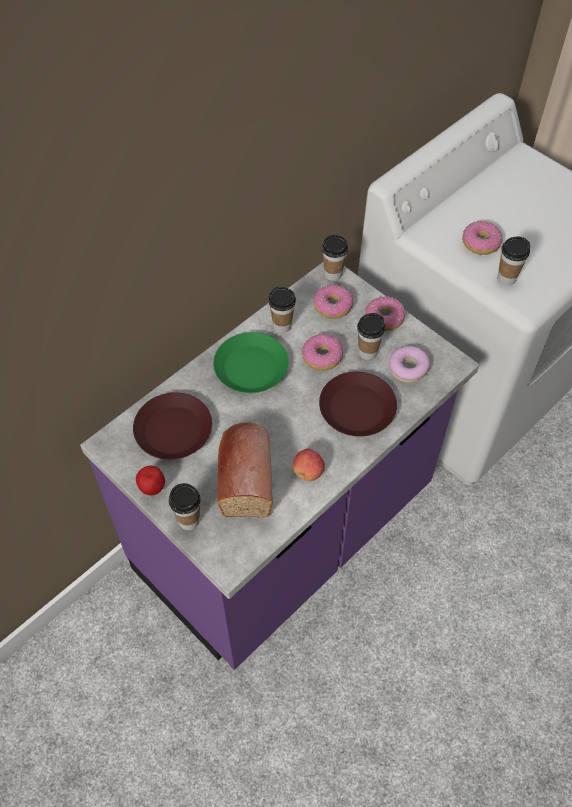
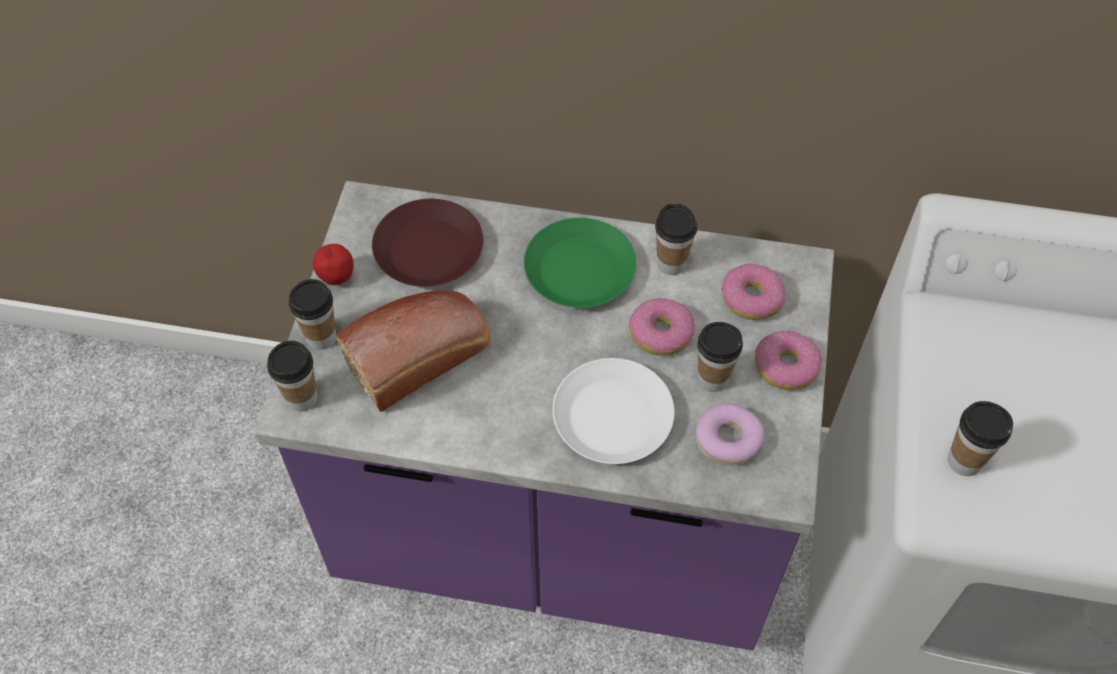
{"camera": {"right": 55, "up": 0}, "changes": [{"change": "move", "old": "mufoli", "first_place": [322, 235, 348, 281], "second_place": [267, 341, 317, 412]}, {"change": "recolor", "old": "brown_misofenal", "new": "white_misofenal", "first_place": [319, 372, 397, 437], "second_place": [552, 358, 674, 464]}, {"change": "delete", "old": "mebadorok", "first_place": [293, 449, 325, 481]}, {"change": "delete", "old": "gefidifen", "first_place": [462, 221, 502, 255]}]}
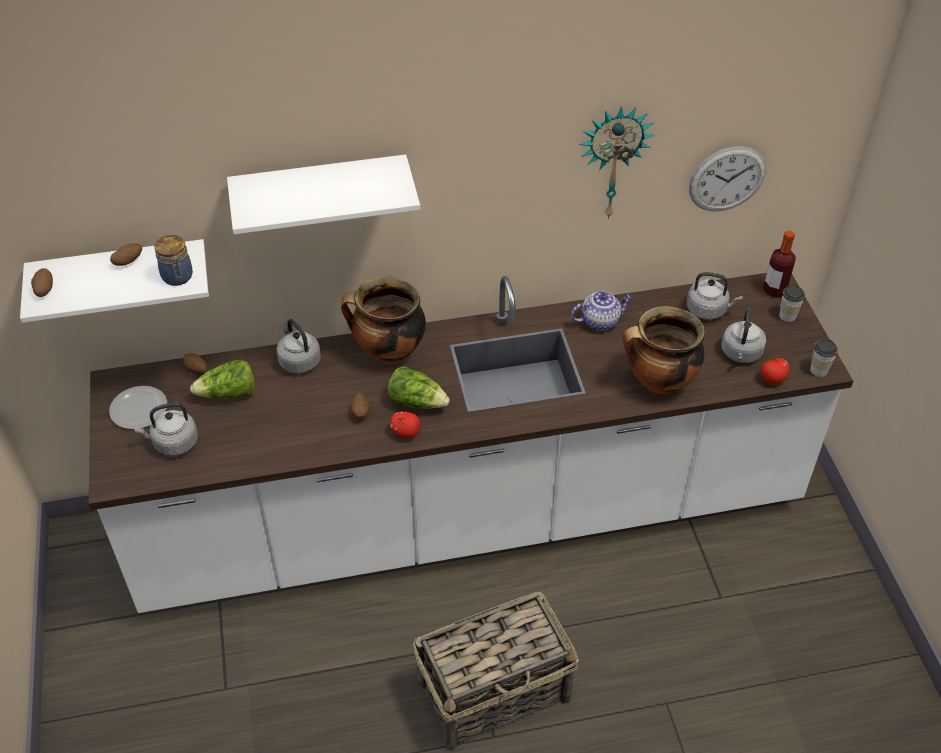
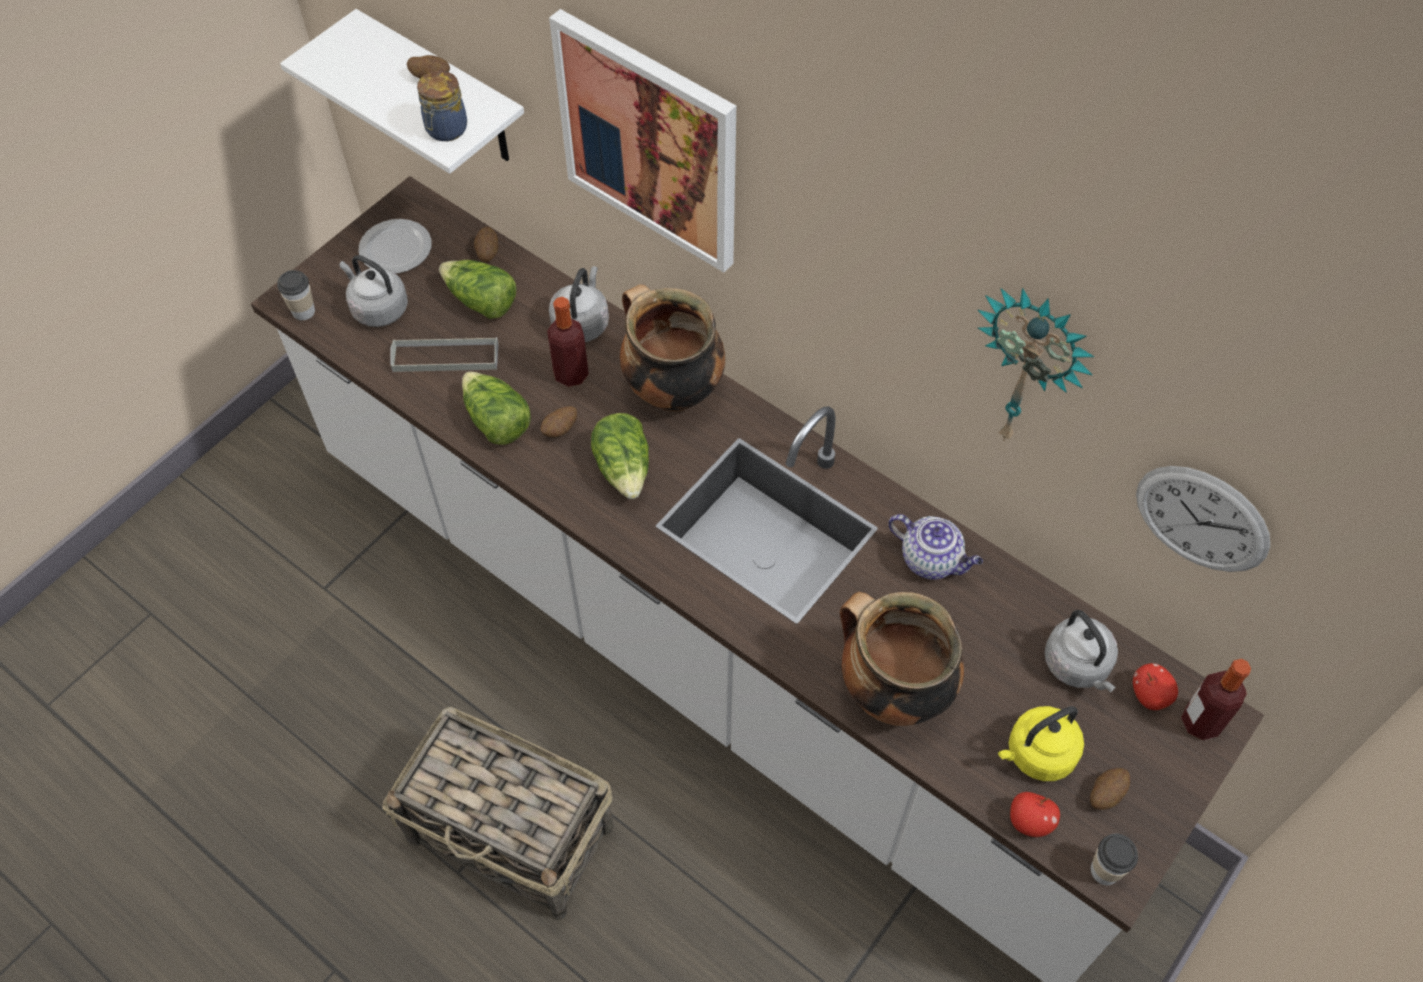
{"camera": {"right": 50, "up": 10}, "changes": [{"change": "move", "old": "mufoli", "first_place": [779, 285, 805, 322], "second_place": [277, 270, 315, 320]}, {"change": "insert", "new": "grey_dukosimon", "second_place": [390, 337, 499, 372]}, {"change": "insert", "new": "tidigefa", "second_place": [462, 372, 531, 445]}, {"change": "insert", "new": "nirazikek", "second_place": [547, 297, 589, 387]}, {"change": "replace", "old": "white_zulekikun", "new": "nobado", "first_place": [227, 154, 420, 234], "second_place": [549, 9, 736, 273]}, {"change": "recolor", "old": "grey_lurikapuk", "new": "yellow_lurikapuk", "first_place": [721, 308, 766, 363], "second_place": [998, 706, 1084, 781]}, {"change": "move", "old": "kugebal", "first_place": [31, 268, 53, 297], "second_place": [1090, 768, 1130, 810]}, {"change": "move", "old": "mebadorok", "first_place": [390, 411, 420, 439], "second_place": [1133, 663, 1178, 710]}]}
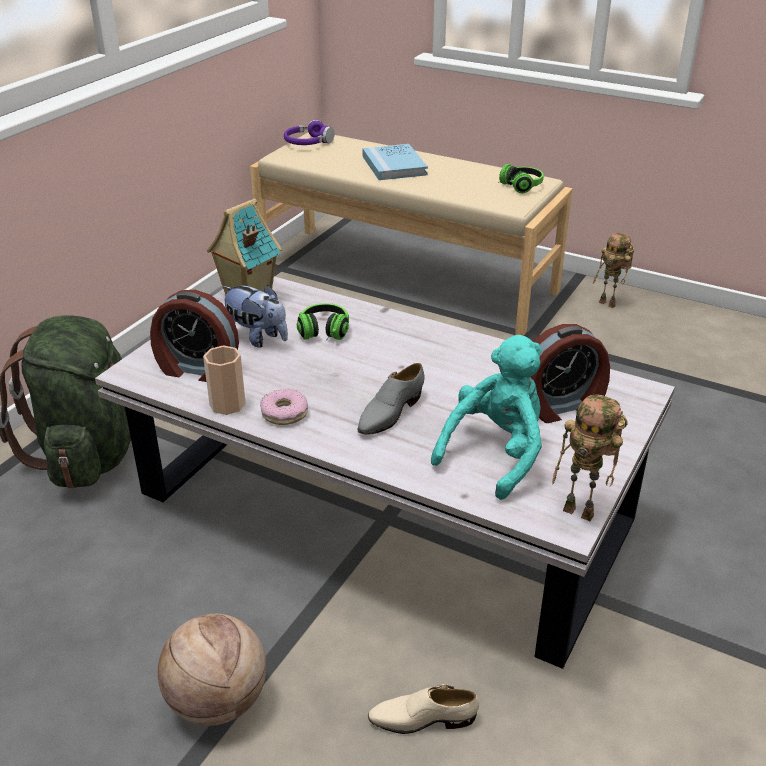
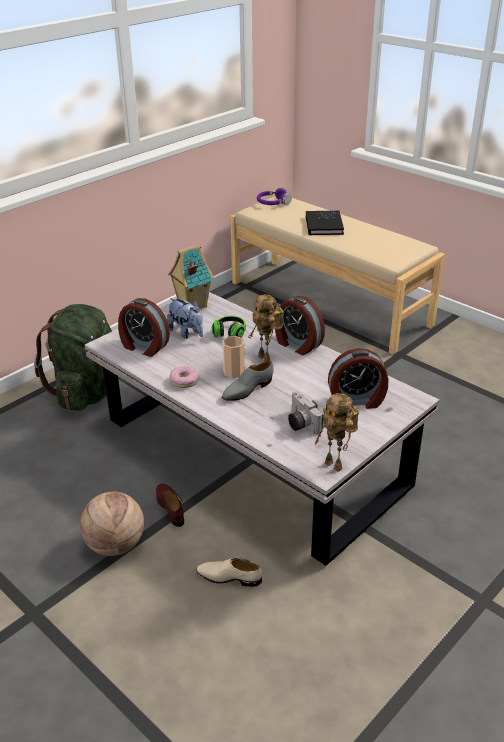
{"camera": {"right": 15, "up": 0}, "changes": [{"change": "insert", "new": "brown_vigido", "second_place": [156, 483, 184, 527]}, {"change": "move", "old": "mufoli", "first_place": [203, 346, 246, 415], "second_place": [222, 336, 245, 378]}, {"change": "move", "old": "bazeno", "first_place": [593, 233, 634, 308], "second_place": [249, 295, 283, 362]}, {"change": "insert", "new": "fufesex", "second_place": [275, 296, 325, 355]}, {"change": "replace", "old": "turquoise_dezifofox", "new": "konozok", "first_place": [431, 335, 542, 500], "second_place": [288, 391, 323, 434]}, {"change": "recolor", "old": "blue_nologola", "new": "black_nologola", "first_place": [362, 144, 428, 180], "second_place": [306, 211, 344, 235]}, {"change": "delete", "old": "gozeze", "first_place": [499, 164, 544, 193]}]}
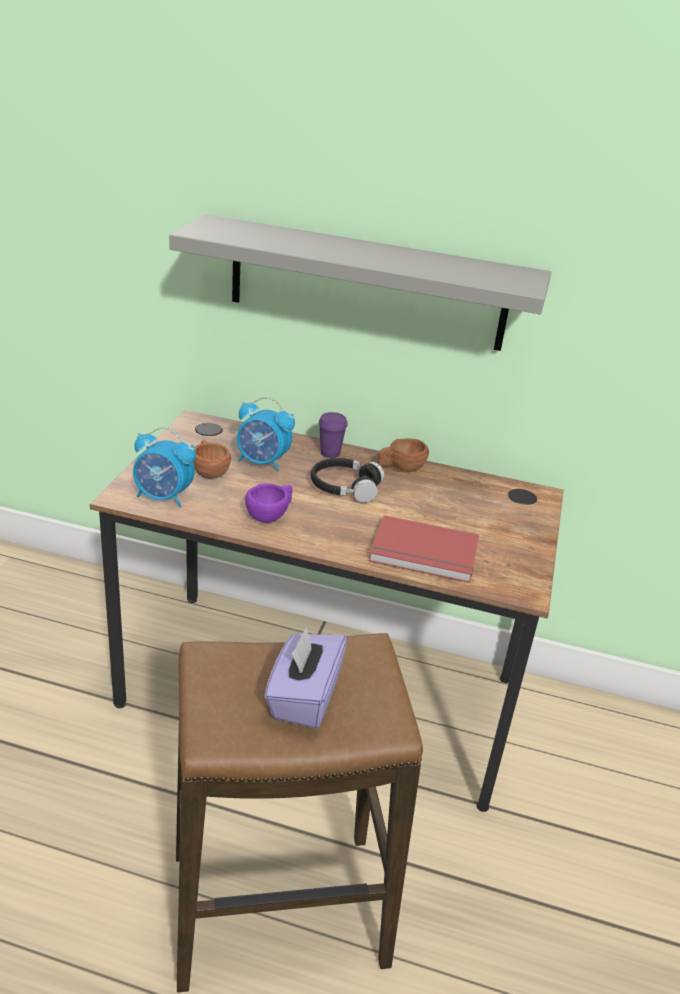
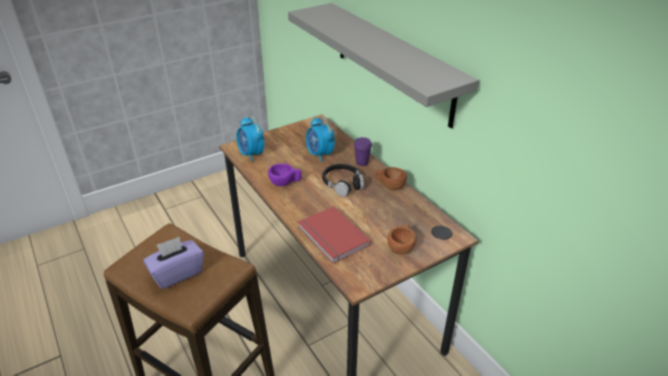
{"camera": {"right": 45, "up": 5}, "changes": [{"change": "move", "old": "brown_mufoli", "first_place": [194, 440, 231, 479], "second_place": [387, 223, 416, 255]}]}
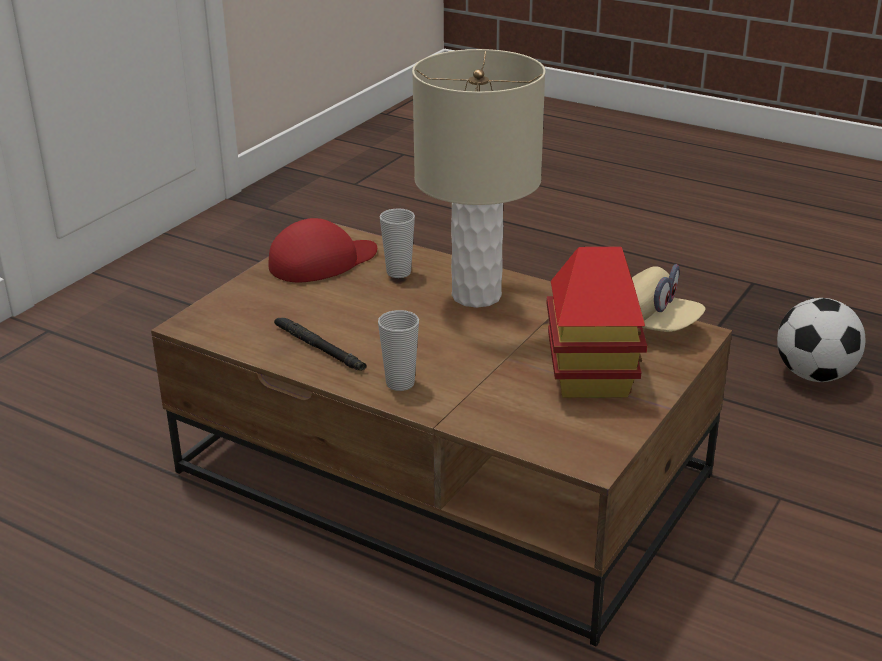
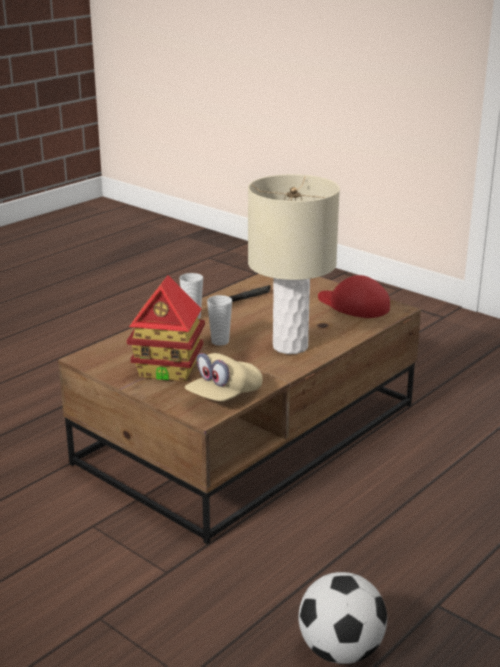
{"camera": {"right": 100, "up": -5}, "changes": [{"change": "move", "old": "mufoli", "first_place": [380, 208, 415, 278], "second_place": [207, 295, 232, 346]}, {"change": "rotate", "old": "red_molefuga", "first_place": [268, 218, 377, 282], "second_place": [318, 275, 390, 318], "degrees": 150}]}
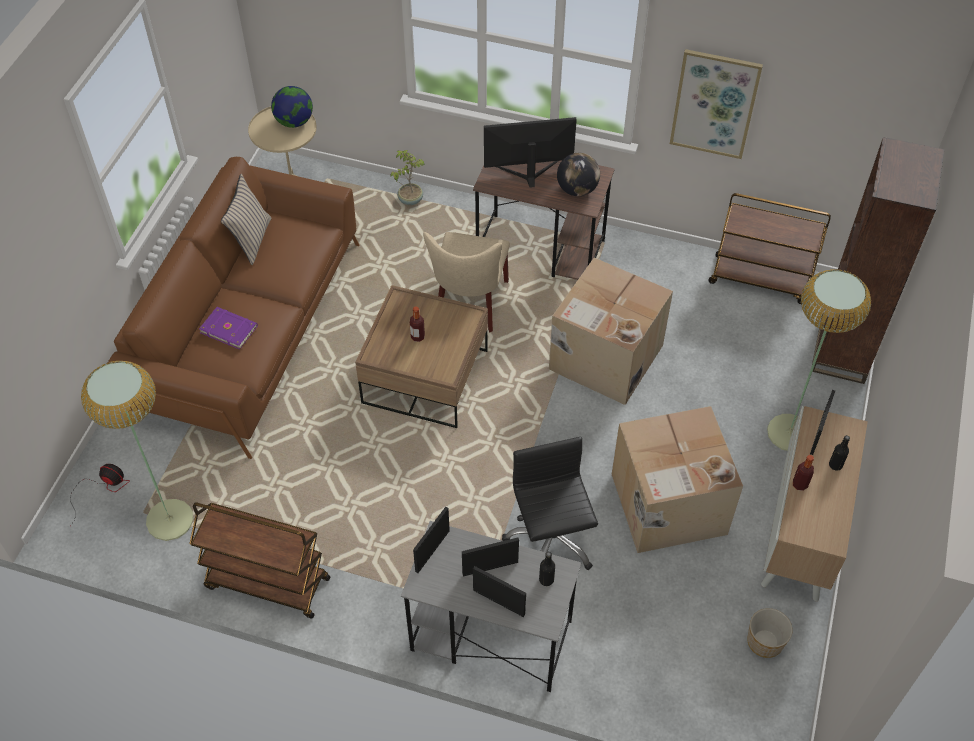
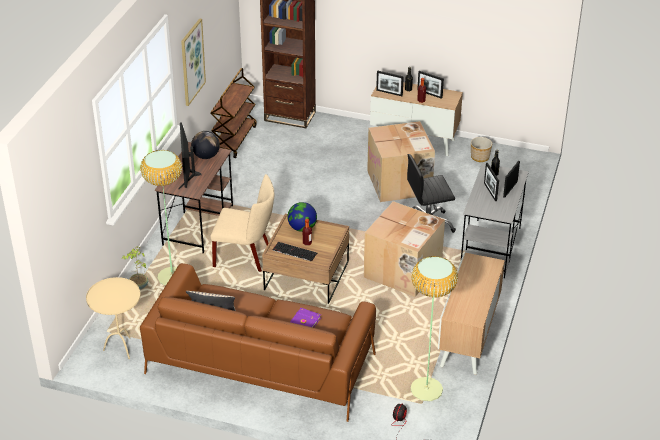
{"camera": {"right": -90, "up": -15}, "changes": [{"change": "move", "old": "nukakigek", "first_place": [767, 269, 871, 451], "second_place": [140, 150, 182, 286]}, {"change": "insert", "new": "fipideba", "second_place": [272, 242, 317, 262]}, {"change": "move", "old": "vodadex", "first_place": [271, 86, 313, 128], "second_place": [287, 202, 317, 232]}, {"change": "move", "old": "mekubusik", "first_place": [549, 258, 673, 405], "second_place": [364, 201, 445, 297]}, {"change": "move", "old": "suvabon", "first_place": [413, 507, 450, 573], "second_place": [417, 71, 444, 99]}, {"change": "replace", "old": "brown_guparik", "new": "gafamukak", "first_place": [189, 502, 331, 619], "second_place": [438, 253, 505, 375]}]}
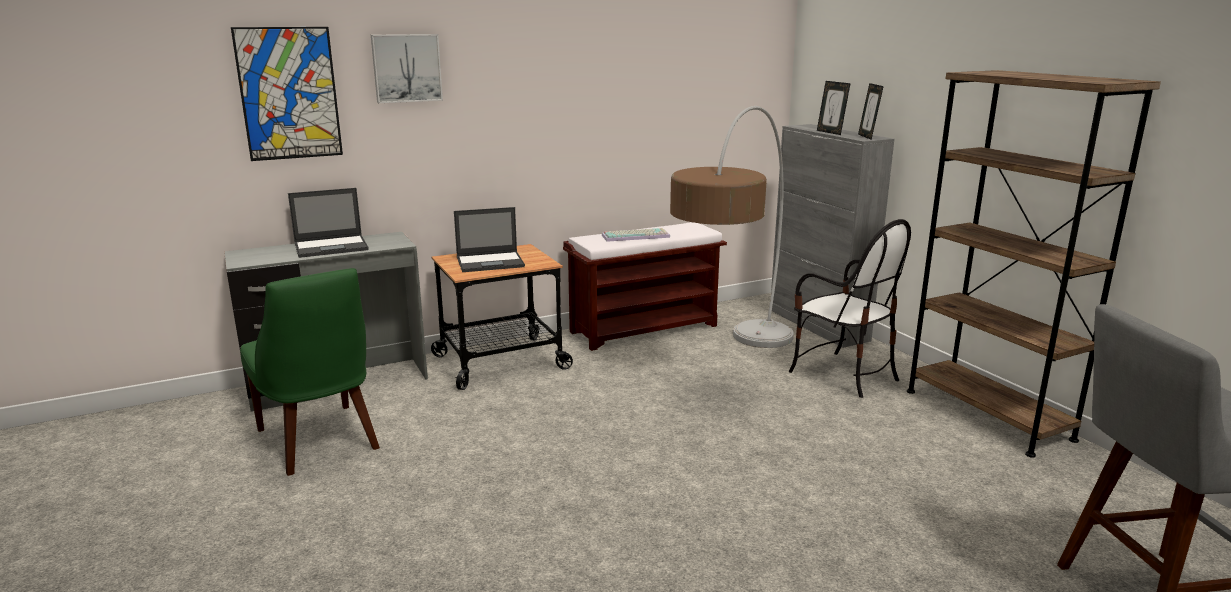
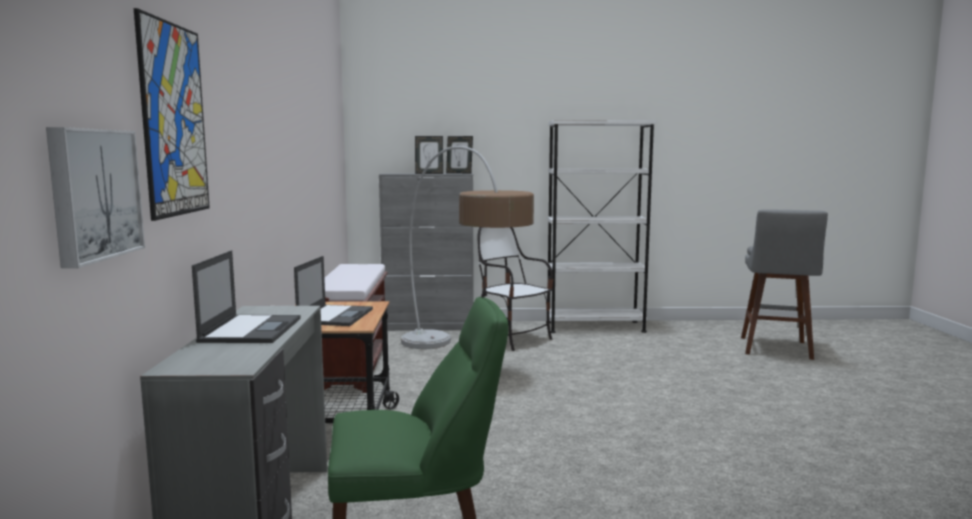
{"camera": {"right": -65, "up": -10}, "changes": [{"change": "move", "old": "nobado", "first_place": [371, 34, 443, 103], "second_place": [46, 127, 145, 268]}, {"change": "rotate", "old": "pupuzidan", "first_place": [789, 219, 911, 398], "second_place": [477, 227, 553, 351], "degrees": -120}, {"change": "recolor", "old": "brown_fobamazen", "new": "white_fobamazen", "first_place": [907, 70, 1161, 458], "second_place": [546, 120, 656, 333]}, {"change": "delete", "old": "fipideba", "first_place": [602, 228, 670, 242]}]}
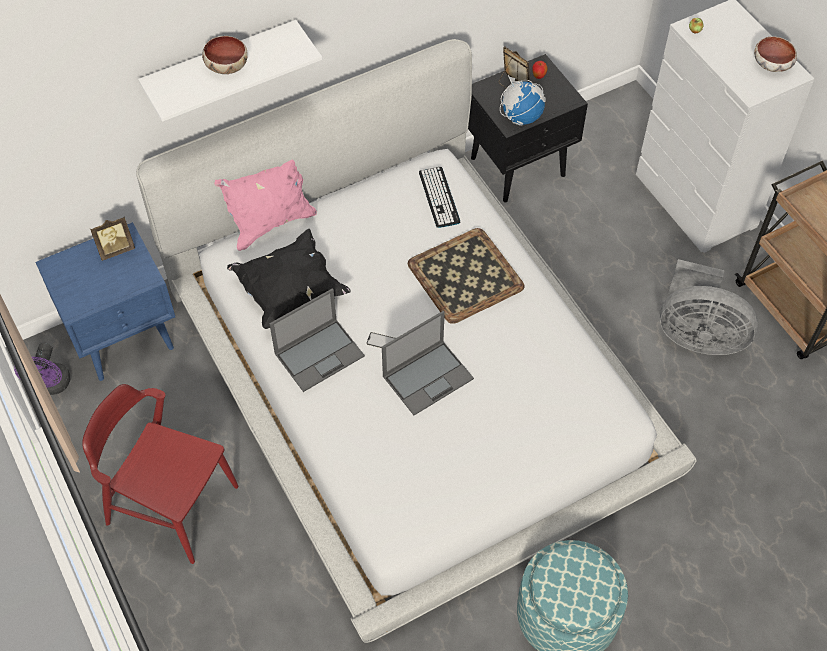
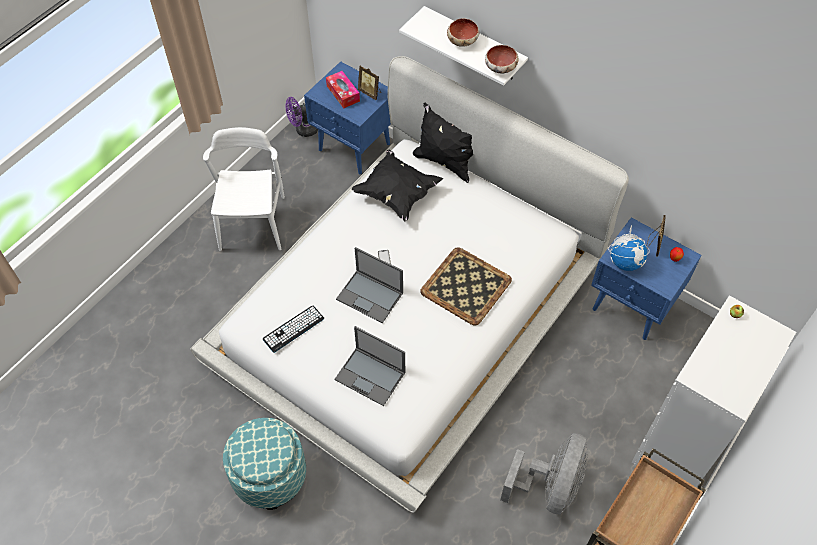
{"camera": {"right": 65, "up": 0}, "changes": [{"change": "recolor", "old": "red_pupuzidan", "new": "white_pupuzidan", "first_place": [82, 384, 239, 564], "second_place": [203, 127, 285, 251]}, {"change": "move", "old": "fipideba", "first_place": [419, 167, 460, 228], "second_place": [263, 306, 324, 353]}, {"change": "insert", "new": "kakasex", "second_place": [326, 71, 360, 108]}, {"change": "move", "old": "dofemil", "first_place": [269, 288, 365, 392], "second_place": [334, 326, 405, 406]}, {"change": "recolor", "old": "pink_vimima", "new": "black_vimima", "first_place": [215, 159, 317, 251], "second_place": [413, 102, 473, 183]}, {"change": "move", "old": "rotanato", "first_place": [754, 36, 797, 72], "second_place": [485, 45, 518, 73]}, {"change": "rotate", "old": "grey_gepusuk", "first_place": [660, 259, 758, 355], "second_place": [500, 433, 588, 515], "degrees": -150}, {"change": "recolor", "old": "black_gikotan", "new": "blue_gikotan", "first_place": [468, 54, 588, 202], "second_place": [591, 217, 702, 340]}]}
